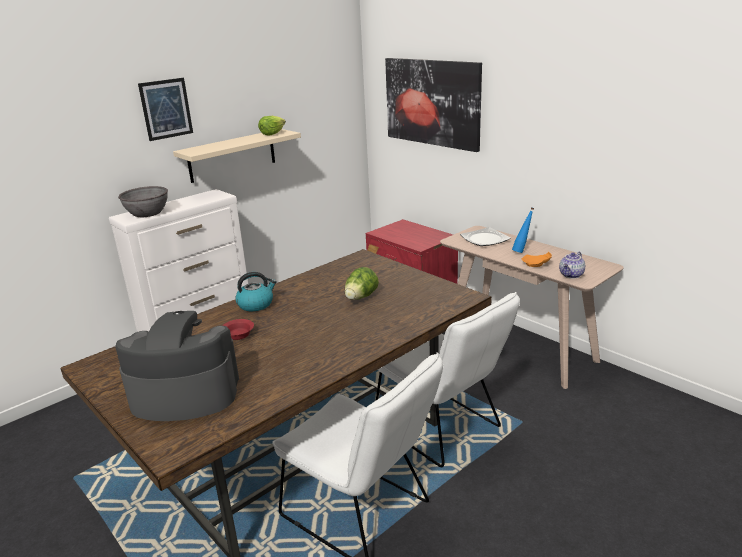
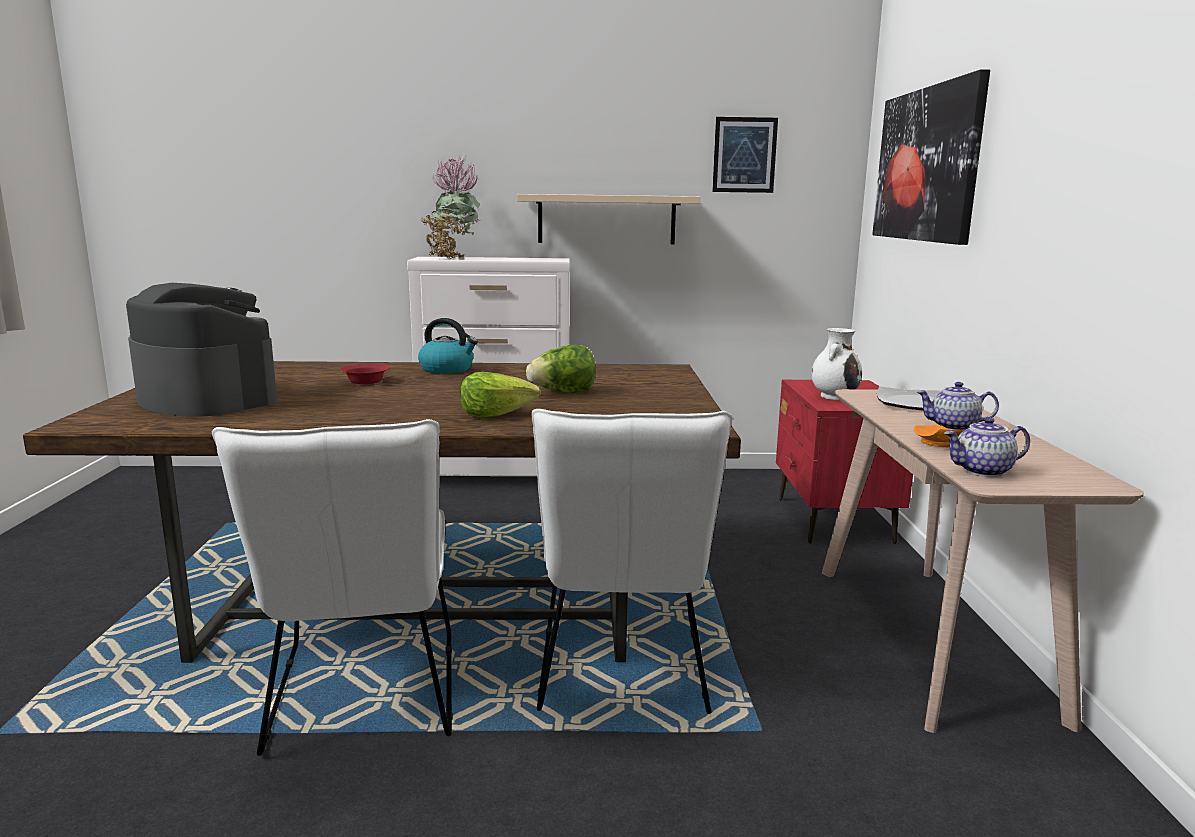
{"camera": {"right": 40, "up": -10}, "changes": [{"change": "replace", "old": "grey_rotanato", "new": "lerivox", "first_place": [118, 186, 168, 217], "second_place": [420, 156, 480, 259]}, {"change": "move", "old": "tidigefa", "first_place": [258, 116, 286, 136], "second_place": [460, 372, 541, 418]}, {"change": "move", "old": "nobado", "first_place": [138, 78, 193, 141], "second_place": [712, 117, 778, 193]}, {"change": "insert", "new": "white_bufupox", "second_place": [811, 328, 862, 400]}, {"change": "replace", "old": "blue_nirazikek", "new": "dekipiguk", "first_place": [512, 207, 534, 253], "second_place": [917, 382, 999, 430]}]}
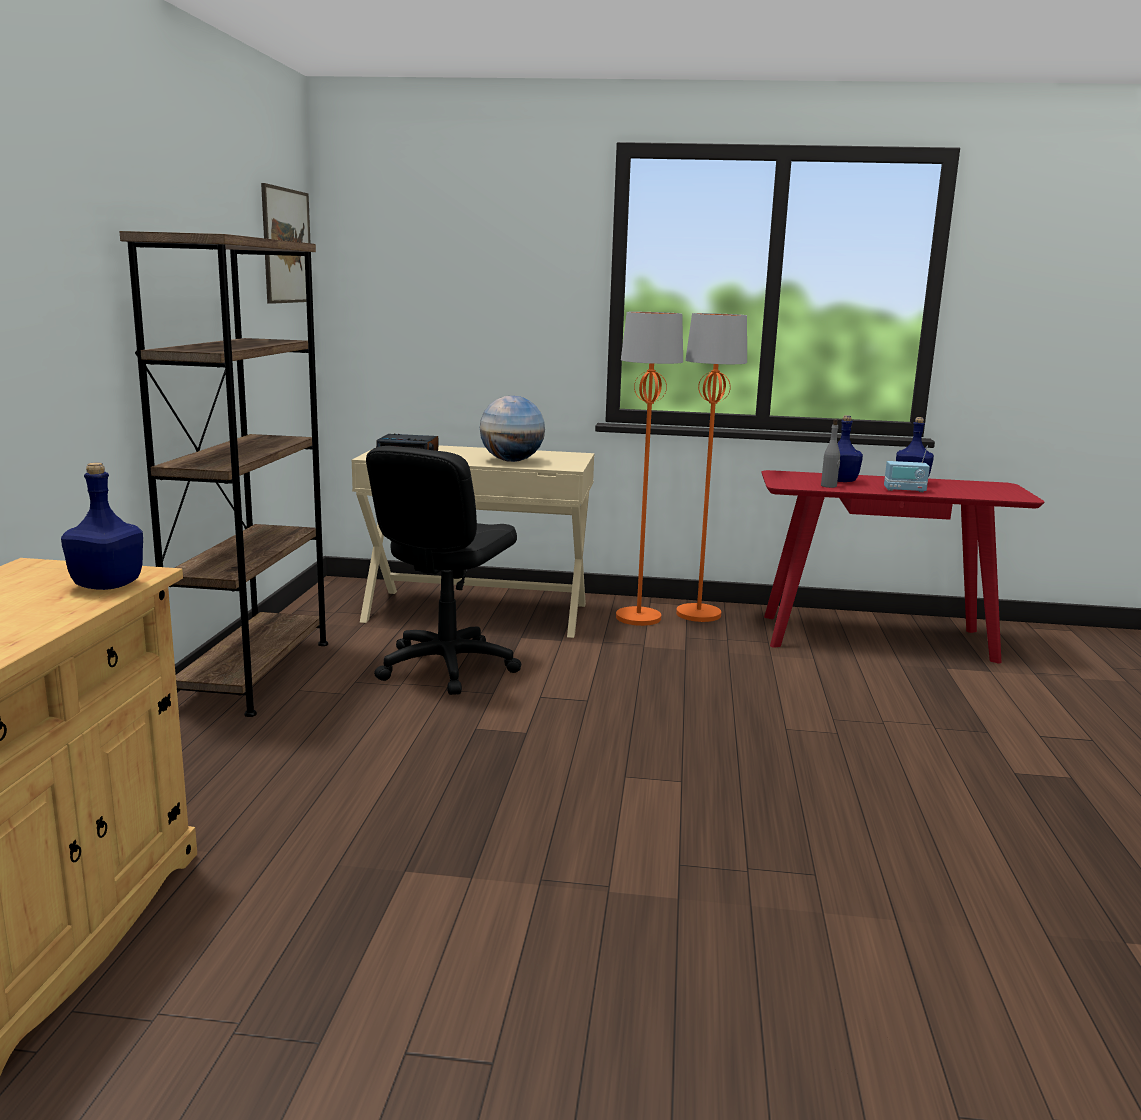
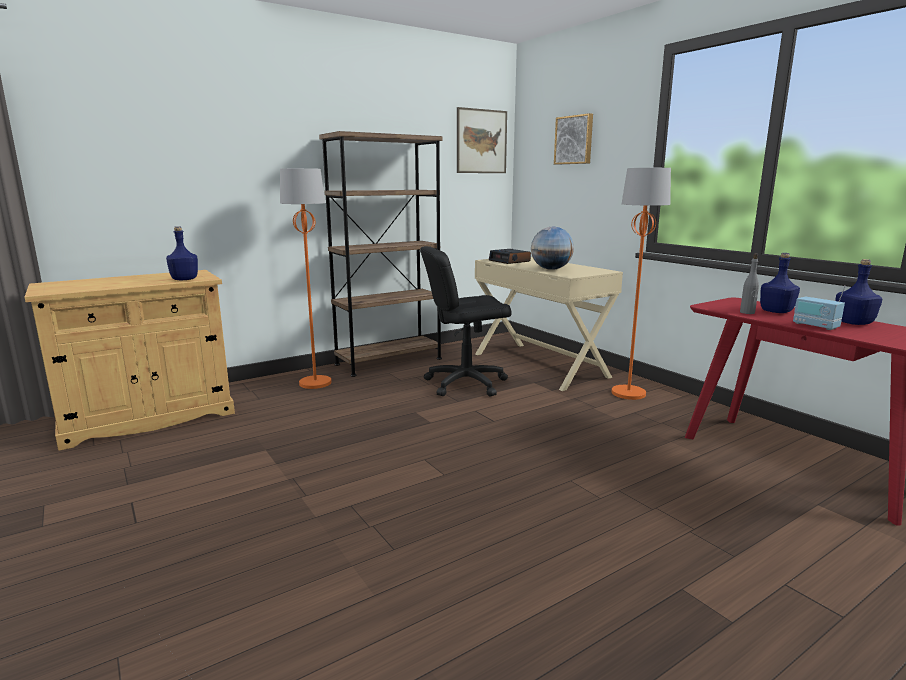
{"camera": {"right": 50, "up": 0}, "changes": [{"change": "move", "old": "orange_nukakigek", "first_place": [676, 313, 747, 622], "second_place": [280, 168, 331, 389]}, {"change": "insert", "new": "nobado", "second_place": [554, 113, 593, 165]}]}
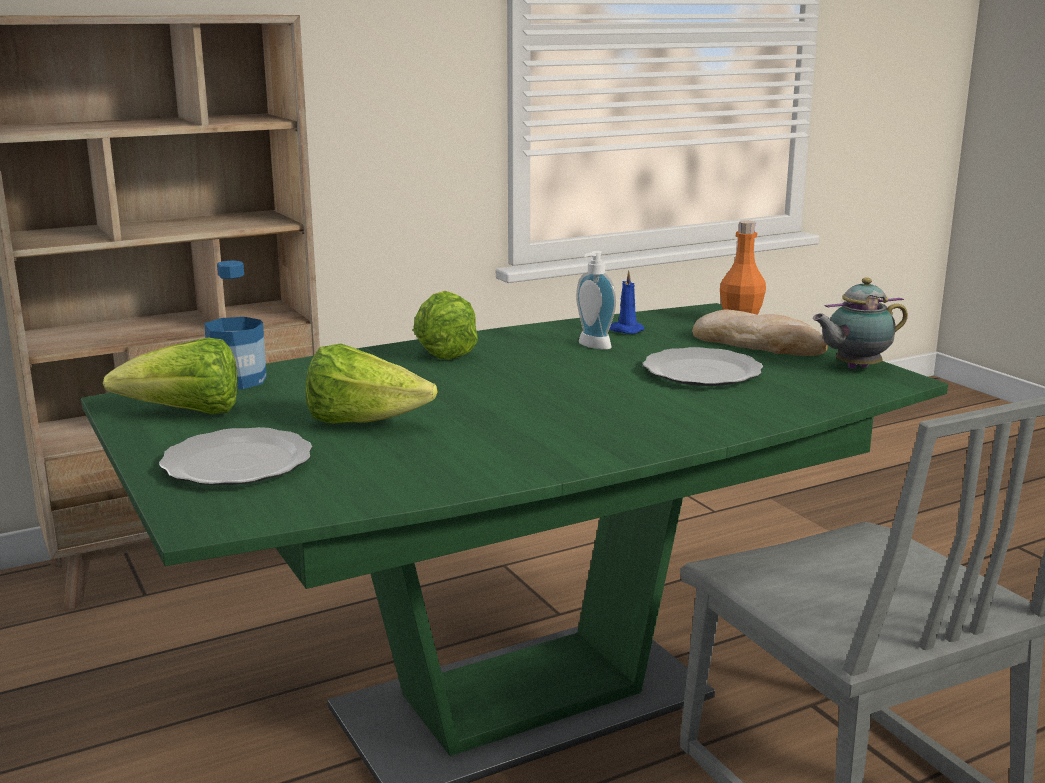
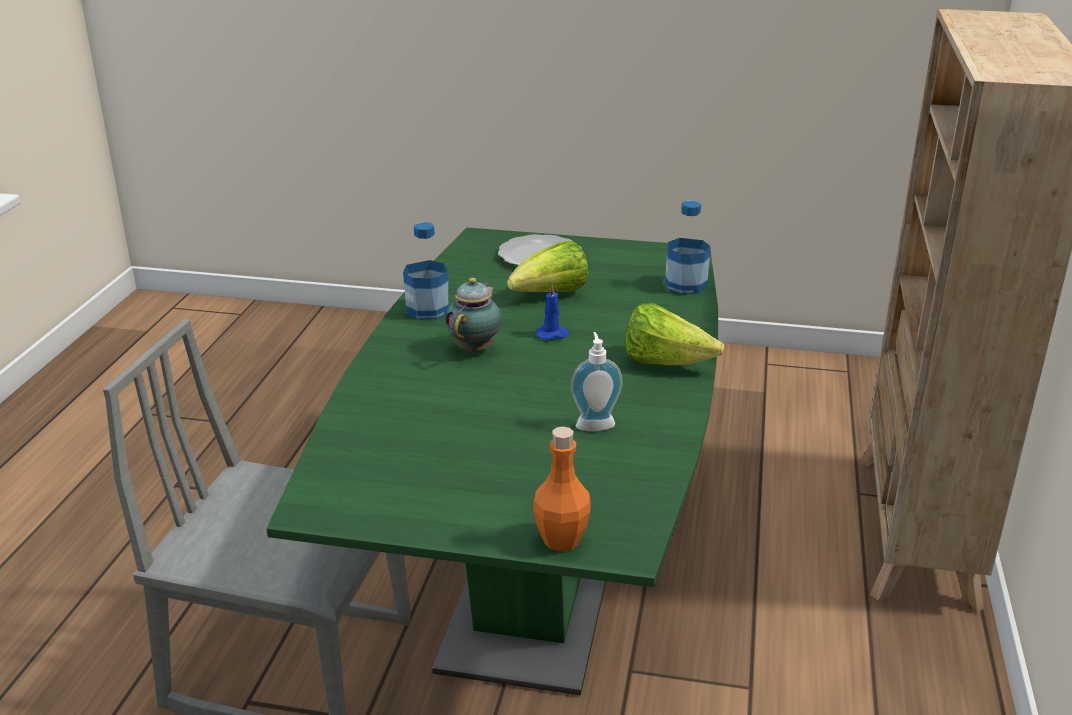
{"camera": {"right": 130, "up": 10}, "changes": [{"change": "insert", "new": "nirazikek", "second_place": [403, 222, 448, 320]}, {"change": "move", "old": "dekipiguk", "first_place": [813, 277, 908, 369], "second_place": [445, 278, 502, 352]}, {"change": "move", "old": "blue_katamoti", "first_place": [610, 270, 645, 334], "second_place": [536, 283, 570, 340]}, {"change": "delete", "old": "tidigefa", "first_place": [103, 338, 237, 415]}, {"change": "delete", "old": "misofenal", "first_place": [643, 347, 763, 386]}, {"change": "delete", "old": "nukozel", "first_place": [692, 310, 828, 356]}]}
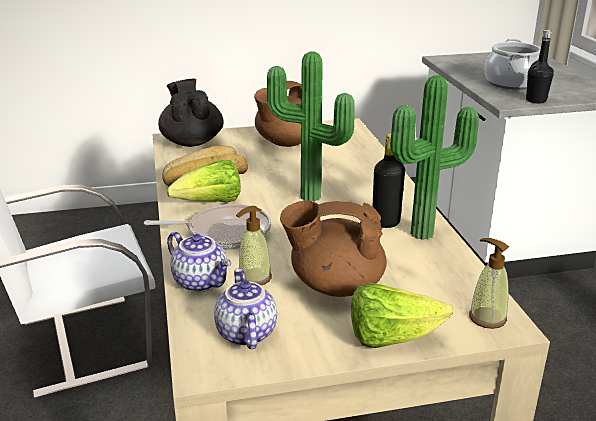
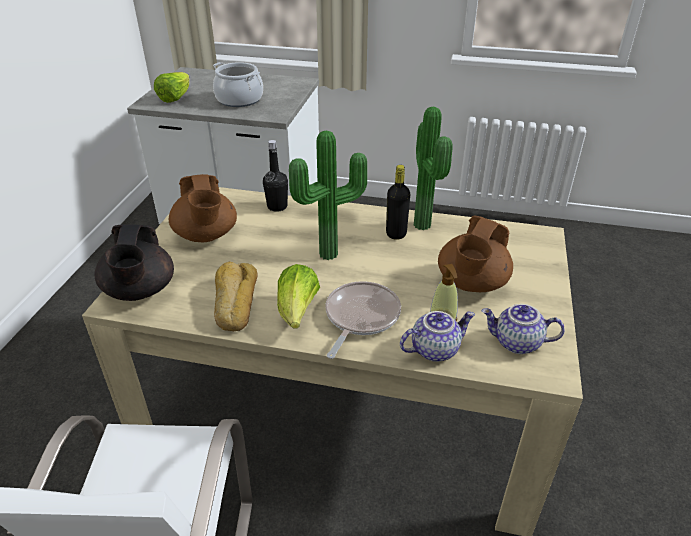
{"camera": {"right": -65, "up": 10}, "changes": [{"change": "rotate", "old": "black_dekipiguk", "first_place": [158, 79, 224, 147], "second_place": [94, 224, 174, 301], "degrees": -105}, {"change": "move", "old": "tidigefa", "first_place": [351, 283, 453, 348], "second_place": [154, 72, 189, 103]}, {"change": "move", "old": "black_nirazikek", "first_place": [526, 30, 554, 103], "second_place": [263, 140, 288, 212]}, {"change": "delete", "old": "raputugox", "first_place": [469, 238, 509, 329]}]}
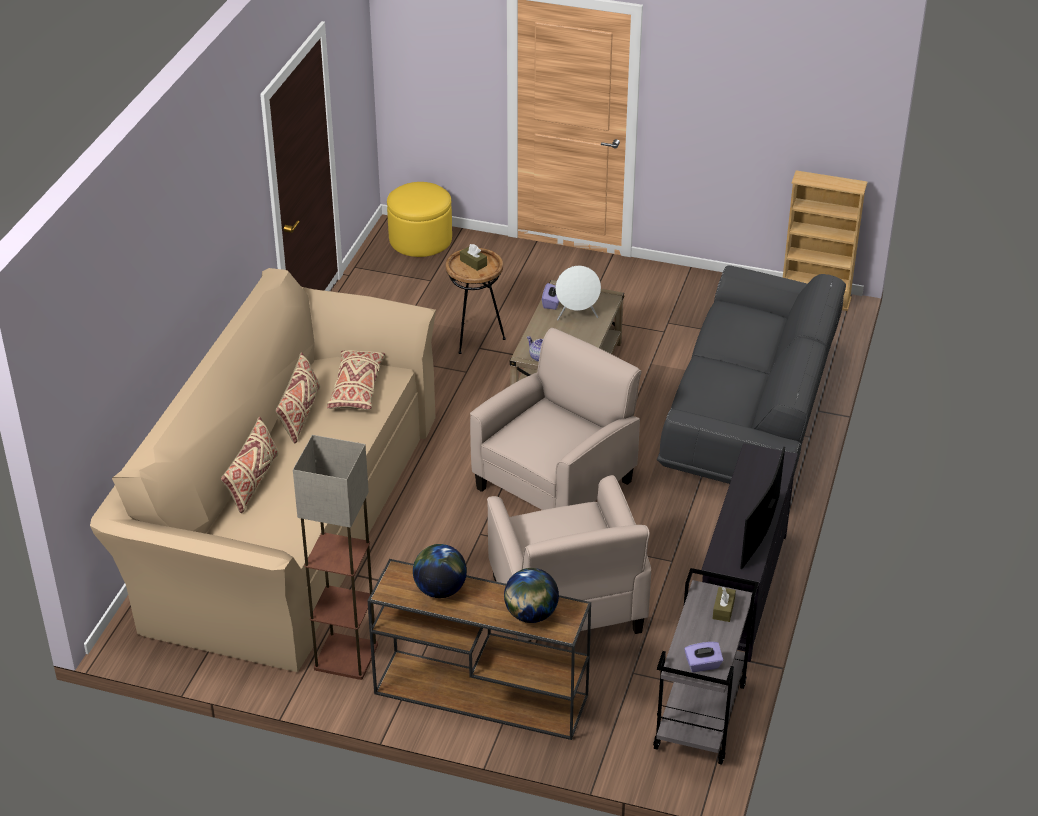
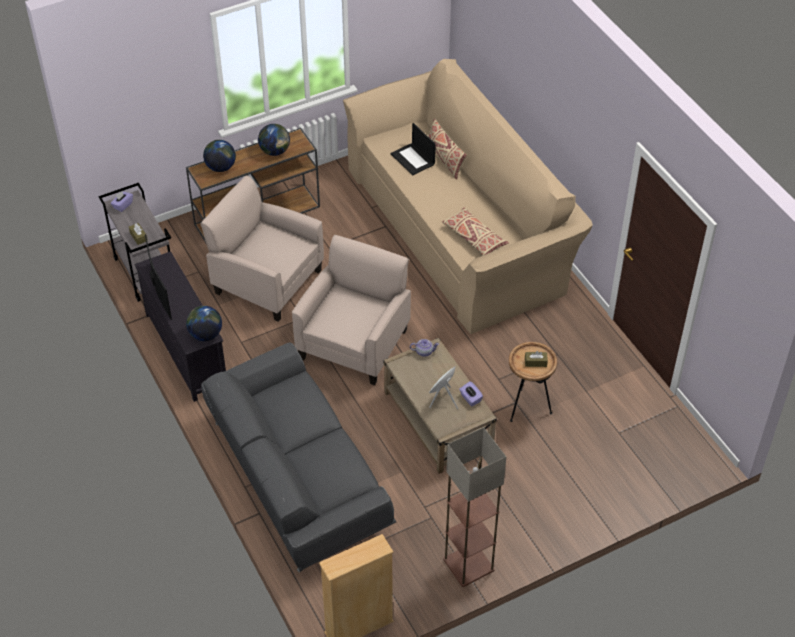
{"camera": {"right": 135, "up": 10}, "changes": [{"change": "insert", "new": "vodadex", "second_place": [186, 306, 222, 341]}, {"change": "rotate", "old": "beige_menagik", "first_place": [470, 328, 642, 510], "second_place": [292, 235, 411, 385], "degrees": -150}, {"change": "insert", "new": "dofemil", "second_place": [391, 123, 436, 176]}, {"change": "move", "old": "nukakigek", "first_place": [293, 435, 378, 680], "second_place": [443, 427, 506, 587]}, {"change": "delete", "old": "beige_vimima", "first_place": [276, 352, 320, 443]}, {"change": "delete", "old": "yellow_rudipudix", "first_place": [387, 182, 452, 257]}]}
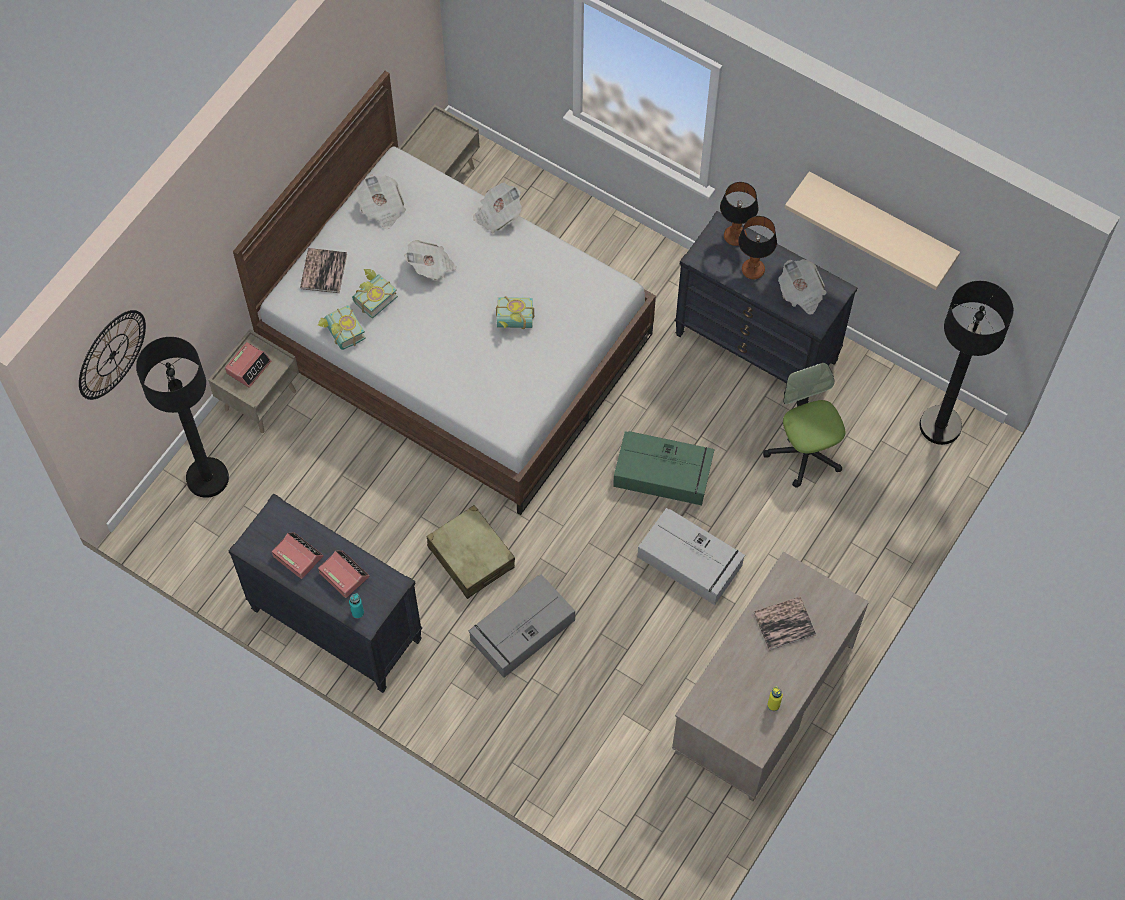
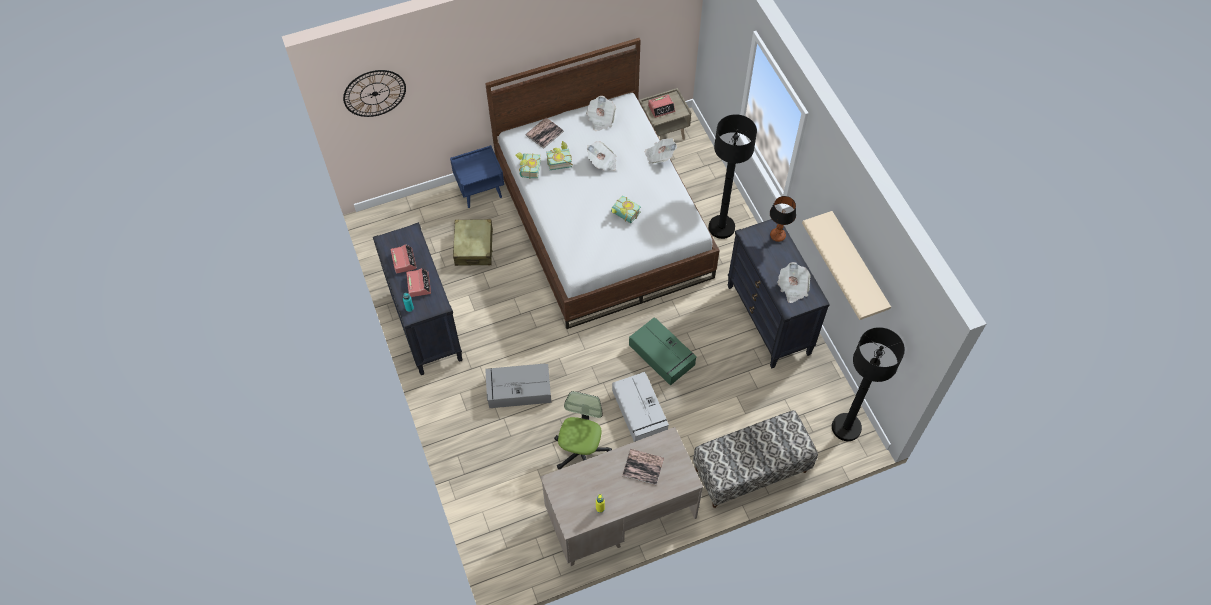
{"camera": {"right": 35, "up": -5}, "changes": [{"change": "recolor", "old": "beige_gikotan", "new": "blue_gikotan", "first_place": [208, 329, 299, 433], "second_place": [450, 145, 504, 208]}, {"change": "move", "old": "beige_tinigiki", "first_place": [427, 505, 515, 599], "second_place": [453, 219, 493, 266]}, {"change": "move", "old": "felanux", "first_place": [763, 362, 845, 488], "second_place": [554, 391, 612, 469]}, {"change": "move", "old": "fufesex", "first_place": [225, 342, 272, 388], "second_place": [648, 95, 675, 118]}, {"change": "insert", "new": "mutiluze", "second_place": [693, 410, 818, 508]}, {"change": "move", "old": "black_nukakigek", "first_place": [136, 337, 229, 498], "second_place": [708, 114, 757, 239]}, {"change": "delete", "old": "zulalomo", "first_place": [738, 216, 777, 279]}]}
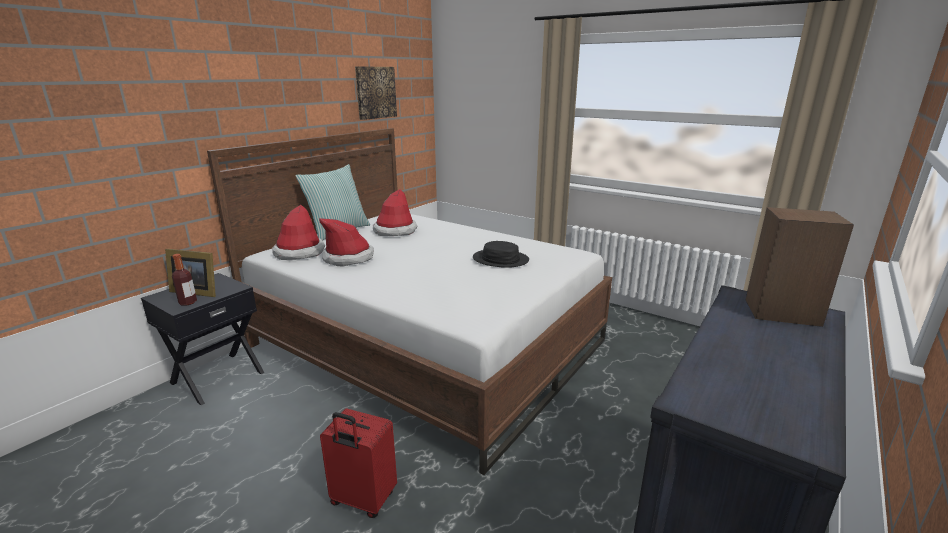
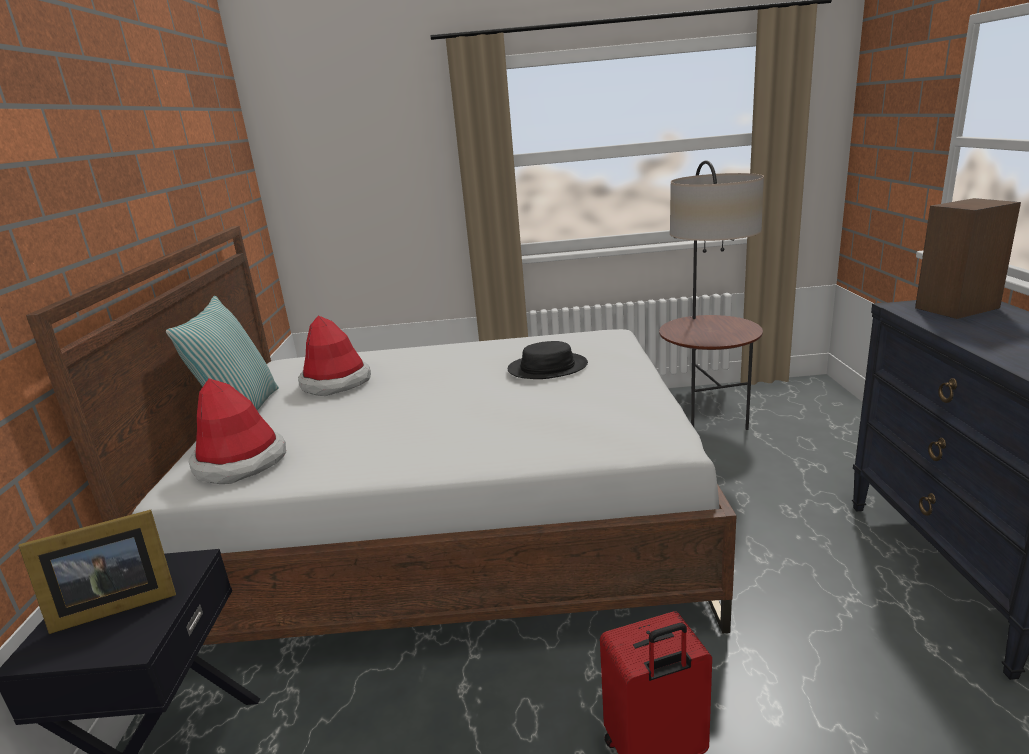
{"camera": {"right": -35, "up": 0}, "changes": [{"change": "insert", "new": "nukakigek", "second_place": [659, 160, 764, 430]}, {"change": "delete", "old": "nirazikek", "first_place": [172, 254, 197, 306]}, {"change": "delete", "old": "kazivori", "first_place": [319, 218, 374, 267]}, {"change": "delete", "old": "nobado", "first_place": [355, 66, 397, 120]}]}
